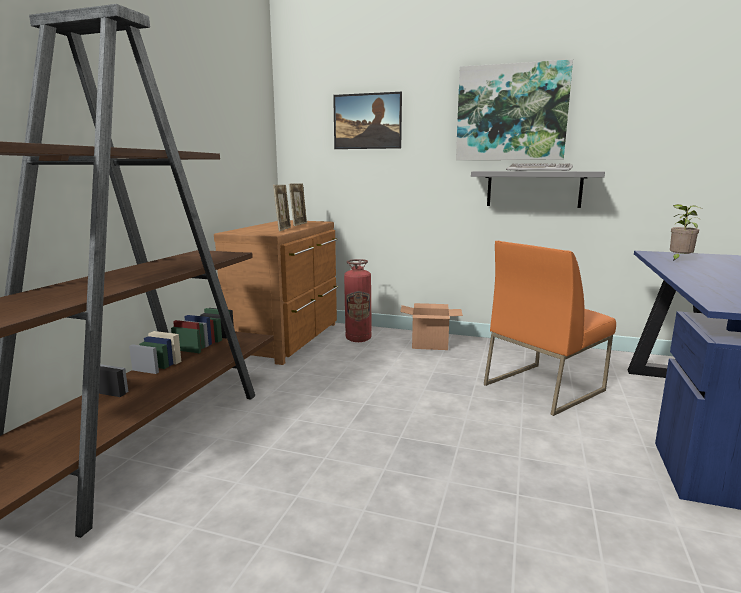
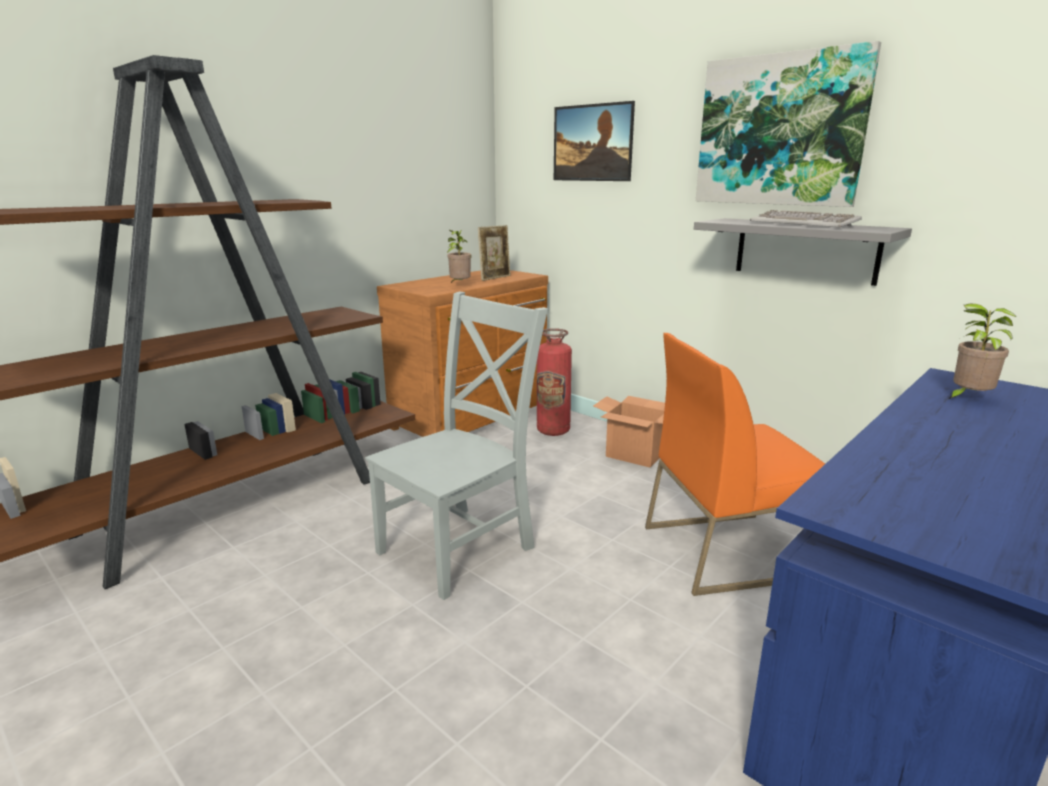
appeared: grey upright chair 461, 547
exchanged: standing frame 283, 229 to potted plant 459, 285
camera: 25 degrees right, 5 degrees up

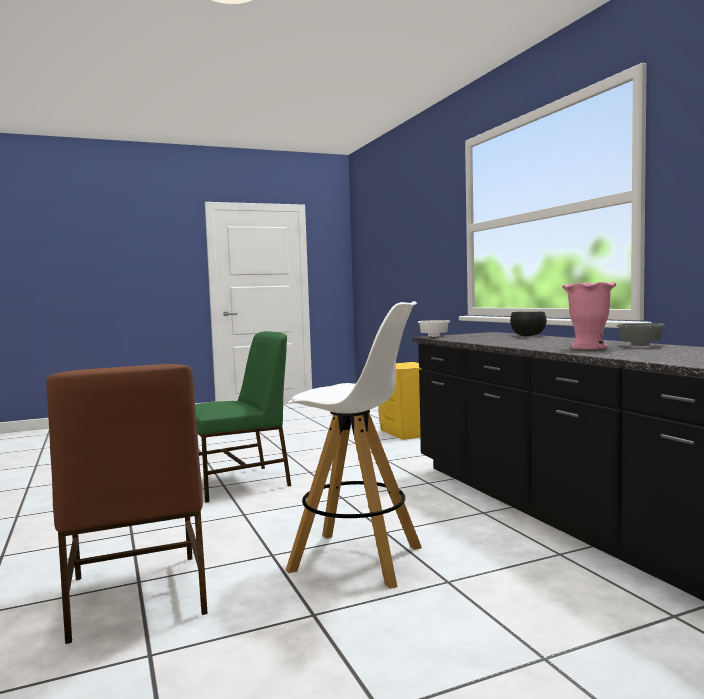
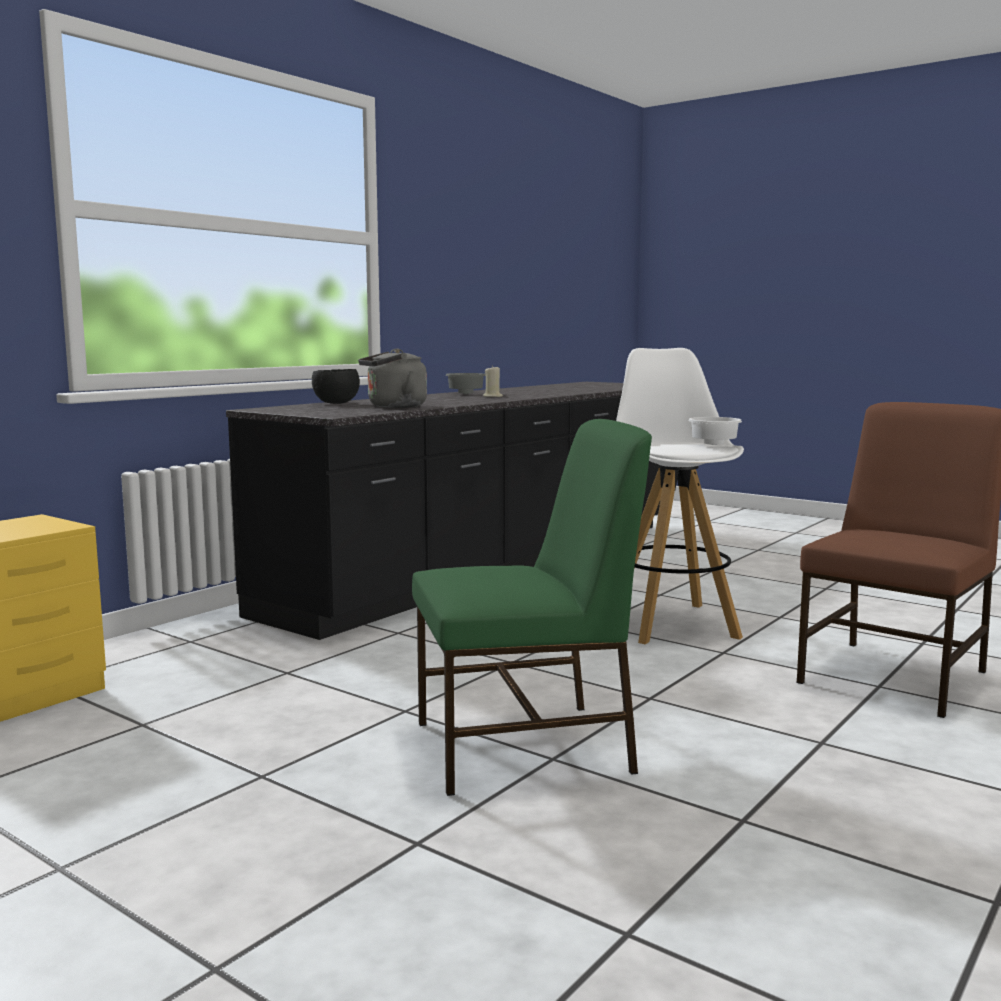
appeared: grey tea kettle 393, 406
relocated: white-coloured deep dish 433, 336 to 714, 444
exchanged: pink decorative vase 588, 347 to sand-coloured candle 493, 396
spun: green-coloured upright chair 240, 483 = 527, 747 135 degrees clockwise
camera: 120 degrees left, 5 degrees up

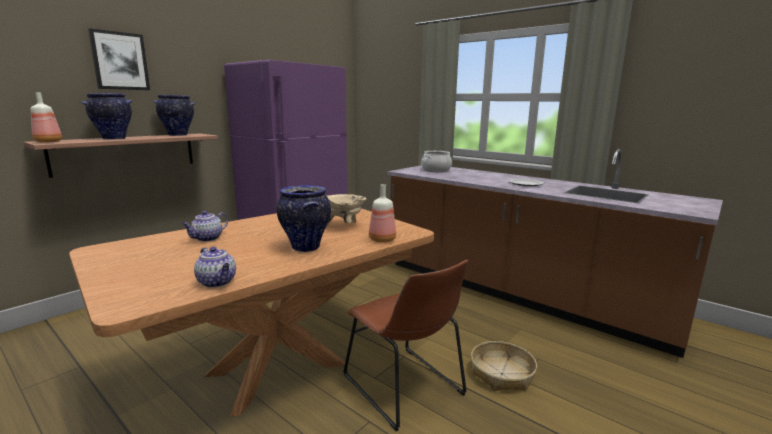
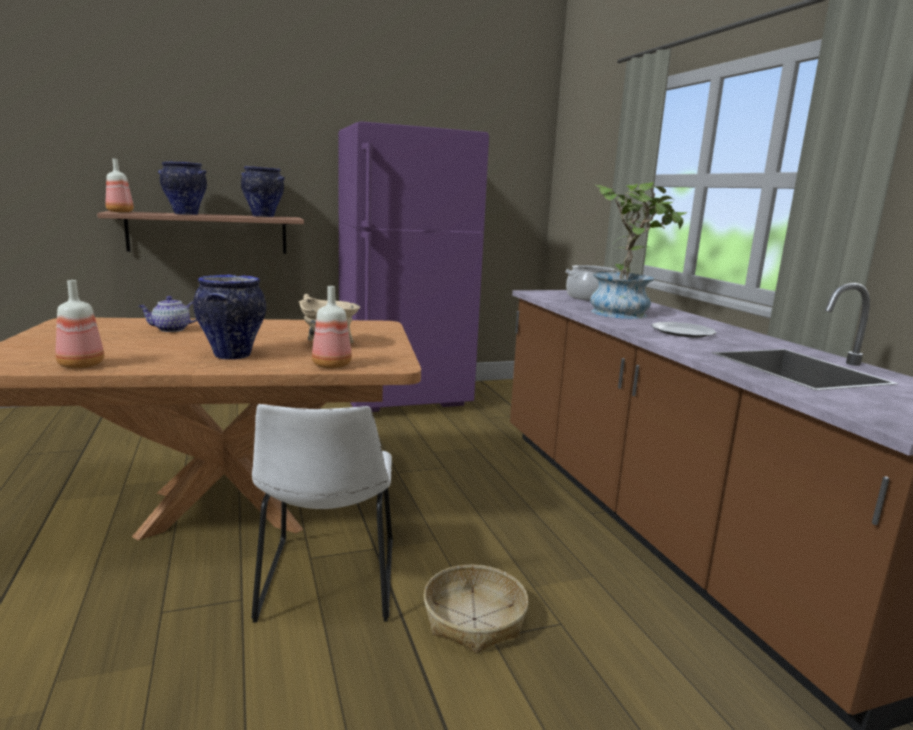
missing: picture 120, 61
appeared: potted plant 625, 312
exchanged: tea pot 217, 282 to beverage bottle 82, 365
colour: brown-coloured upright chair 406, 388 to white-coloured upright chair 328, 583
camera: 30 degrees right, 0 degrees up

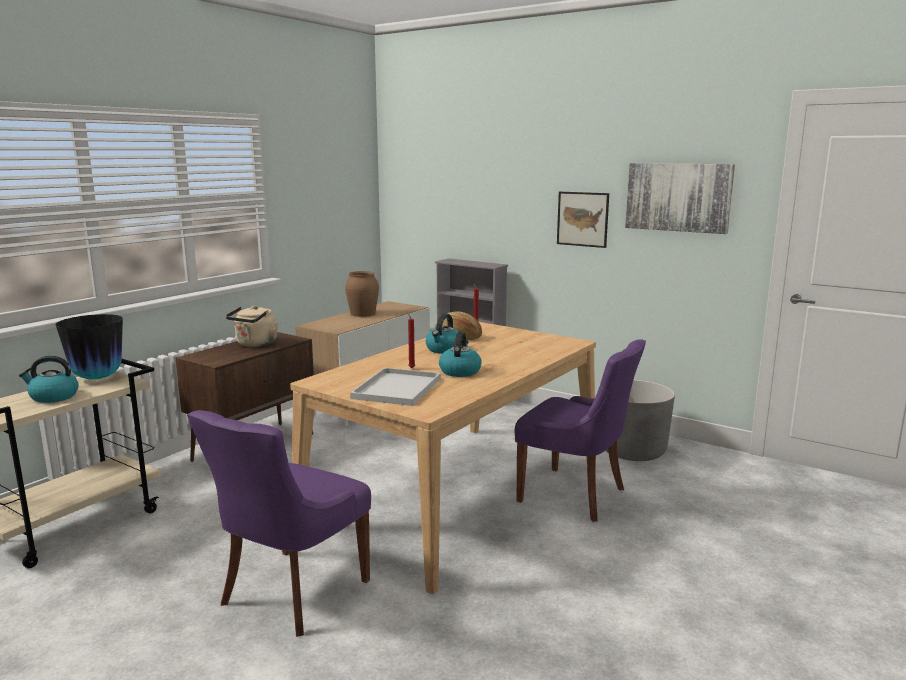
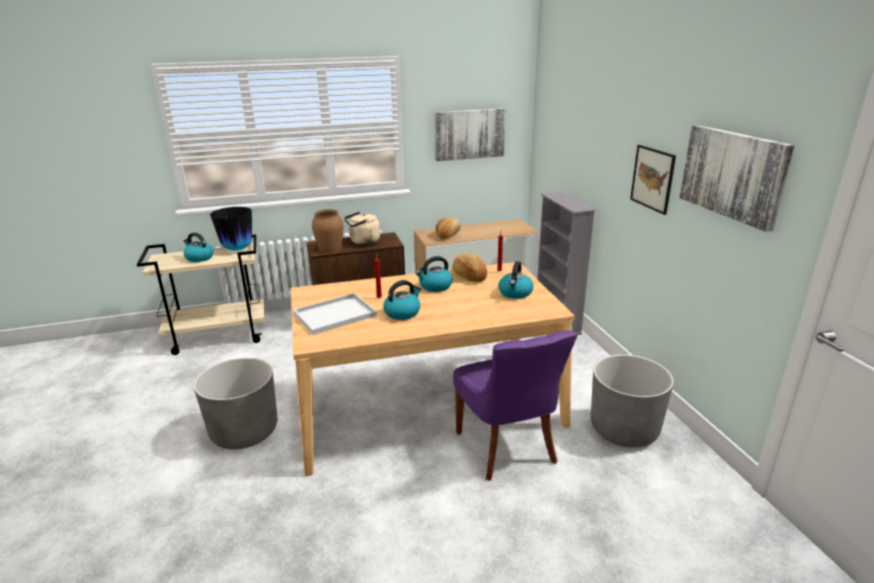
appeared: picture 469, 134; baked bread 448, 235; tea kettle 515, 293
relocated: brown-coloured decorative vase 362, 314 to 329, 249
exchanged: purplish upright chair 291, 593 to grey planter 244, 431
camera: 40 degrees right, 10 degrees up

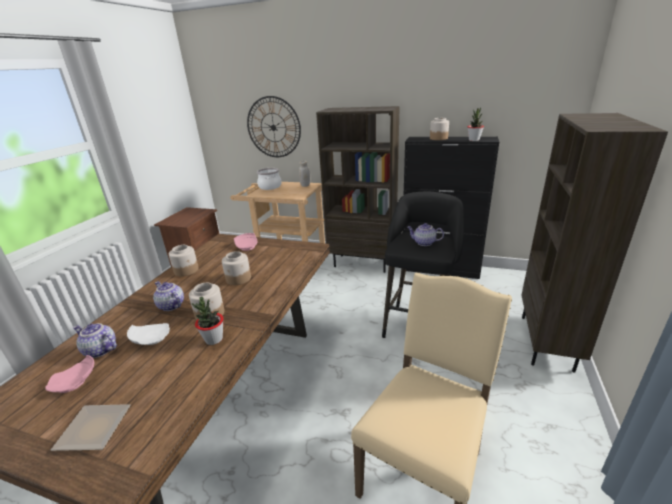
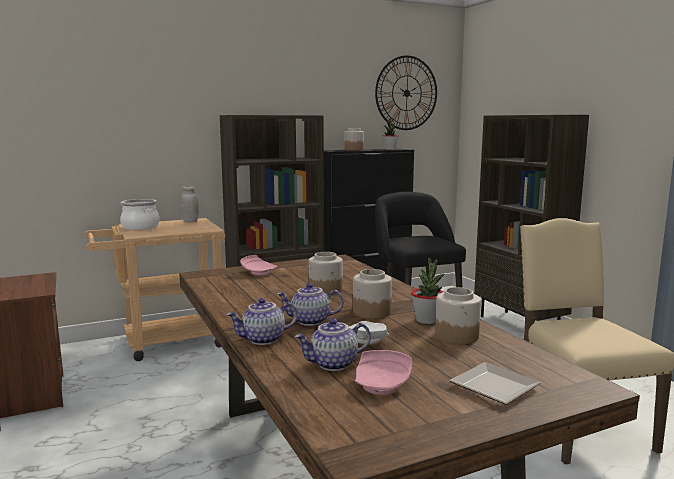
relocated: storage jar 186, 270 to 457, 336; hanging clock 273, 127 to 406, 93; tea pot 424, 243 to 263, 340
camera: 45 degrees left, 15 degrees down

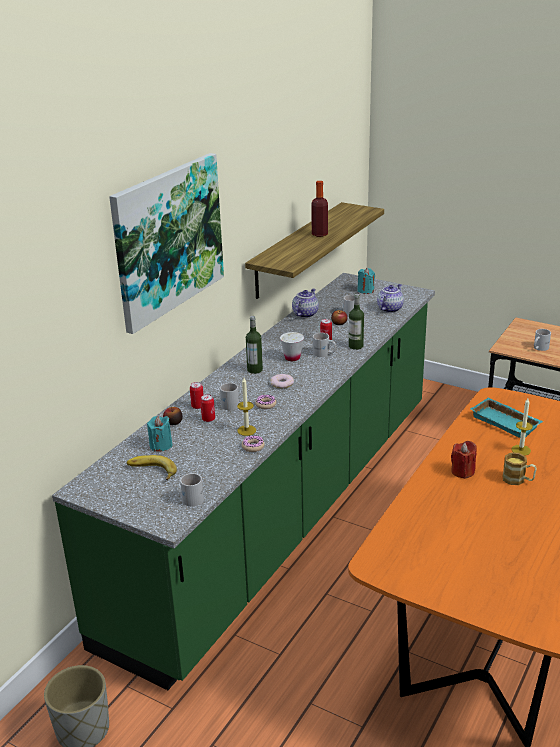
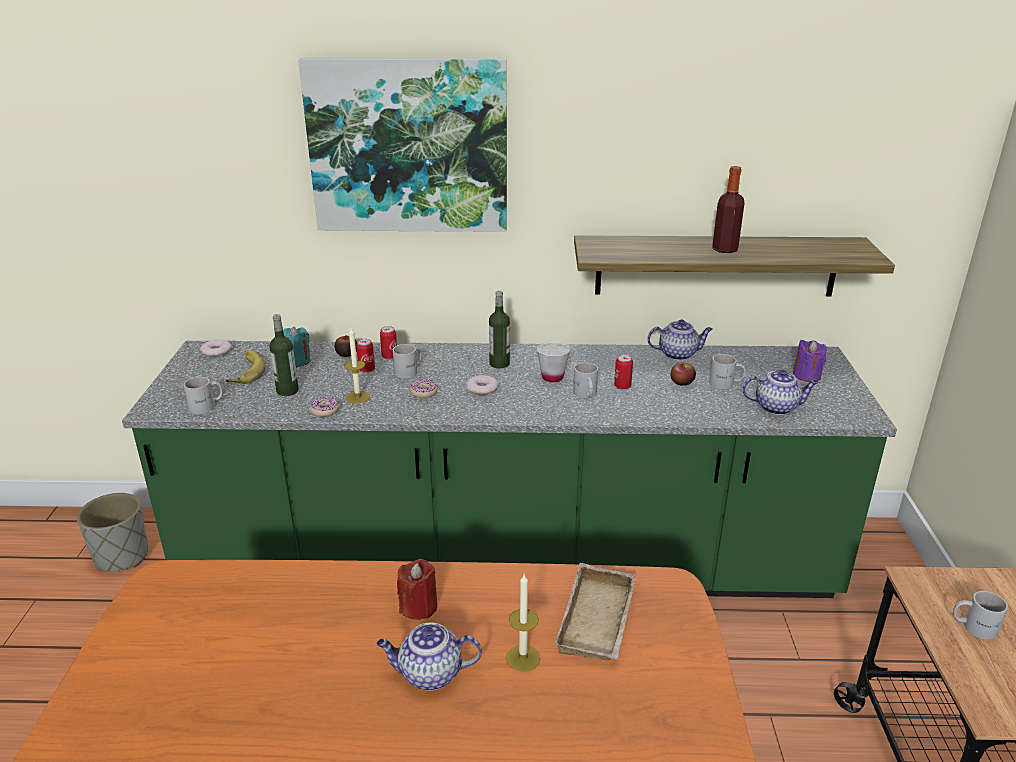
appeared: donut 216, 351
relocated: beverage bottle 356, 346 to 287, 391
exchanged: coffee mug 518, 480 to tea pot 429, 674
colour: turquoise candle 365, 290 to purplish candle 806, 375; turquoise serving tray 507, 422 to sand-coloured serving tray 599, 621
camera: 60 degrees right, 0 degrees up

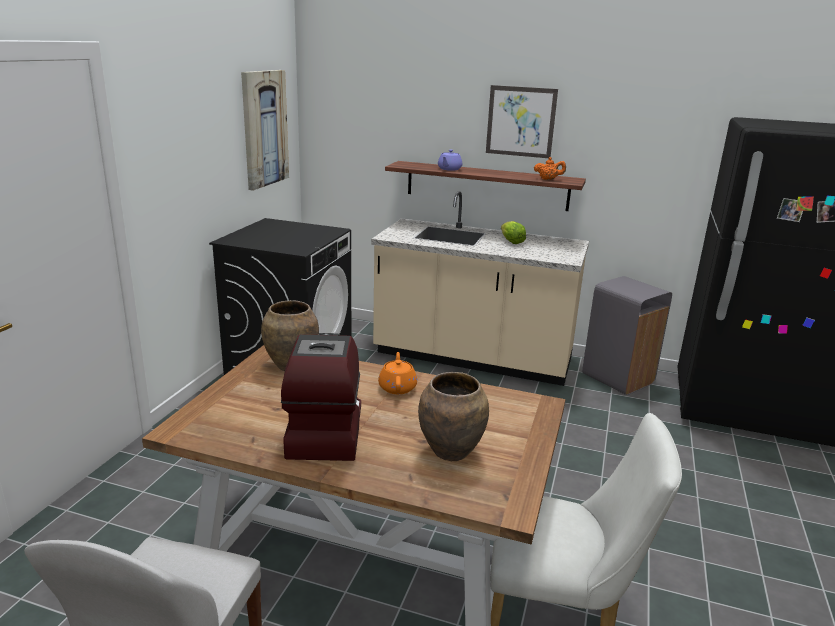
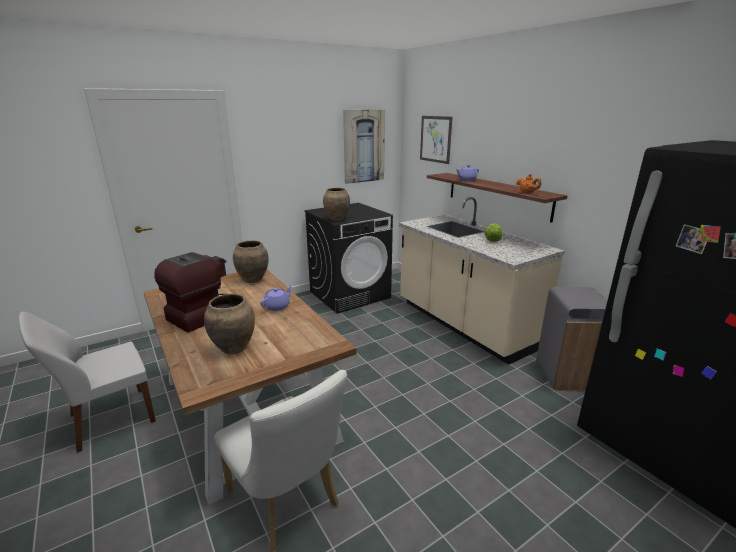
appeared: brown-coloured decorative vase 336, 219
relocated: picture 520, 121 to 435, 139
colour: orange-coloured tea pot 397, 387 to purplish tea pot 277, 306
camera: 40 degrees right, 0 degrees up

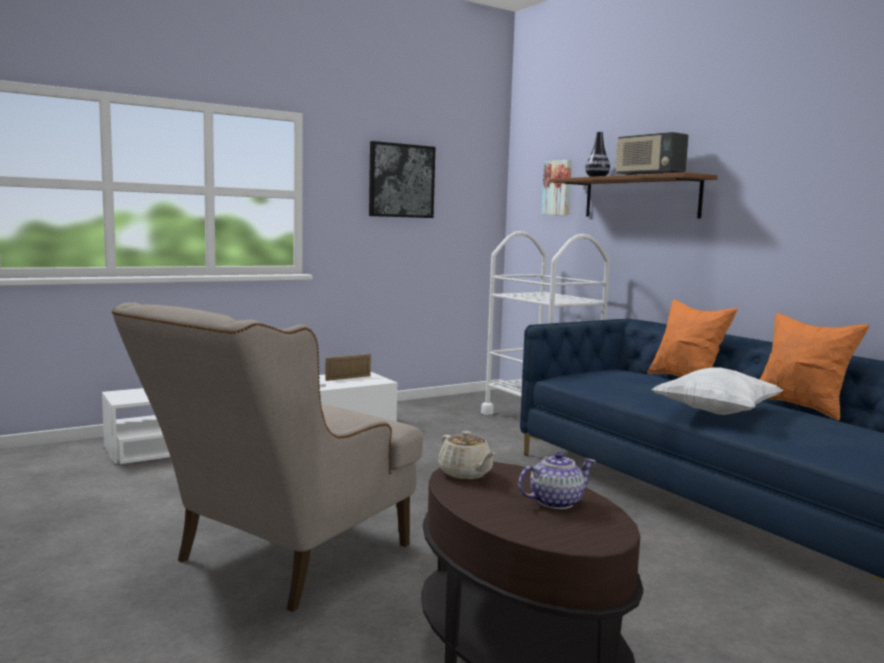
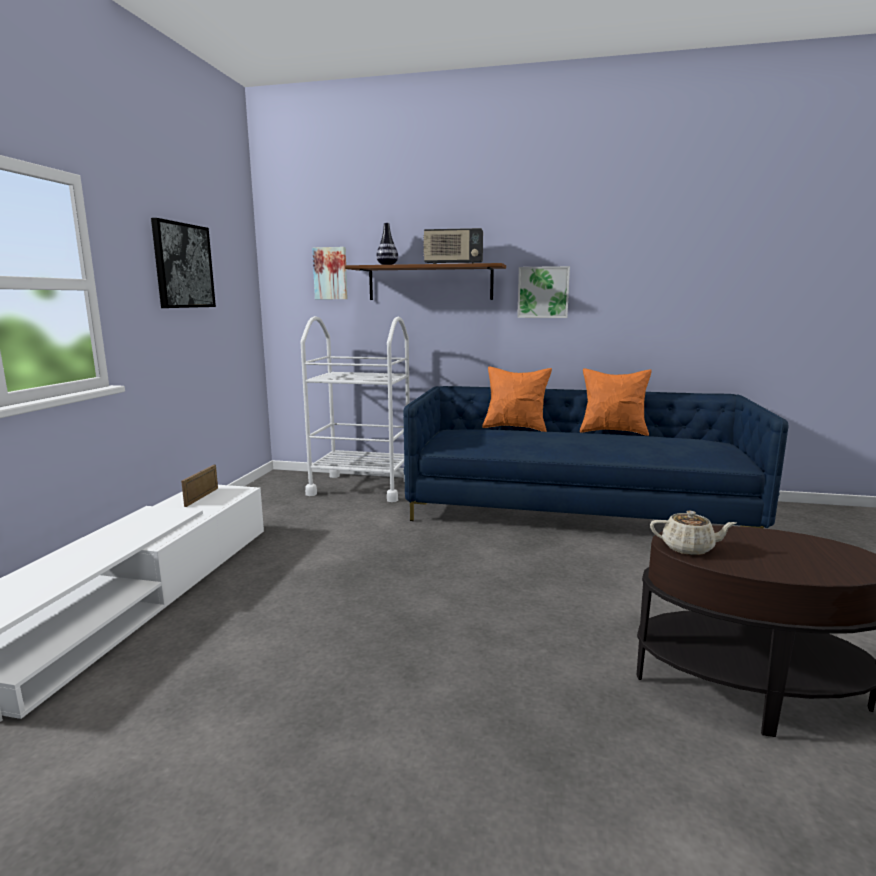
missing: sand-coloured armchair 278, 561; tea pot 555, 502; white-coloured cushion 715, 412
appeared: picture 543, 292
camera: 45 degrees left, 5 degrees up

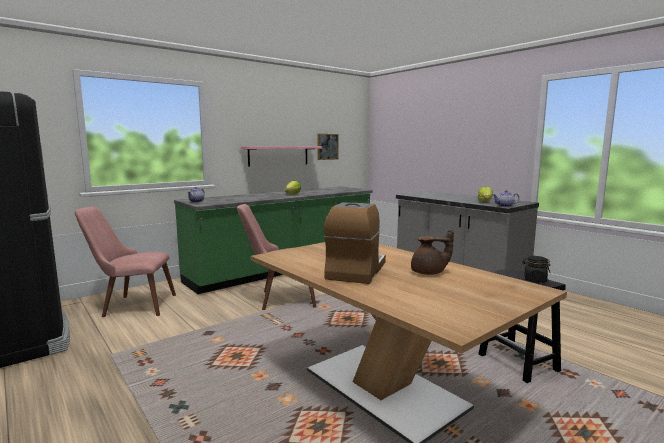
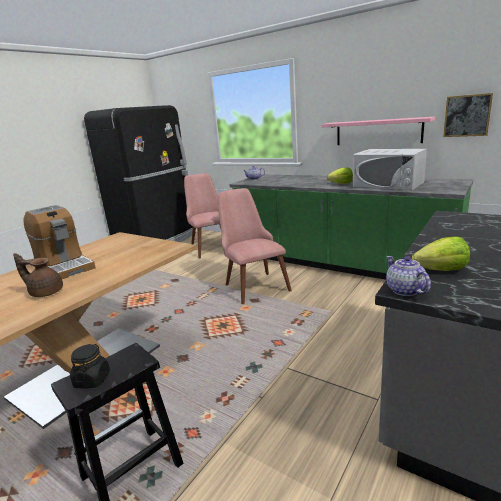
appeared: white-coloured microwave 388, 184
spun: coffee brewer 356, 271 = 64, 266 45 degrees clockwise; brown-coloured tea pot 429, 273 = 46, 292 120 degrees clockwise
camera: 75 degrees right, 10 degrees up

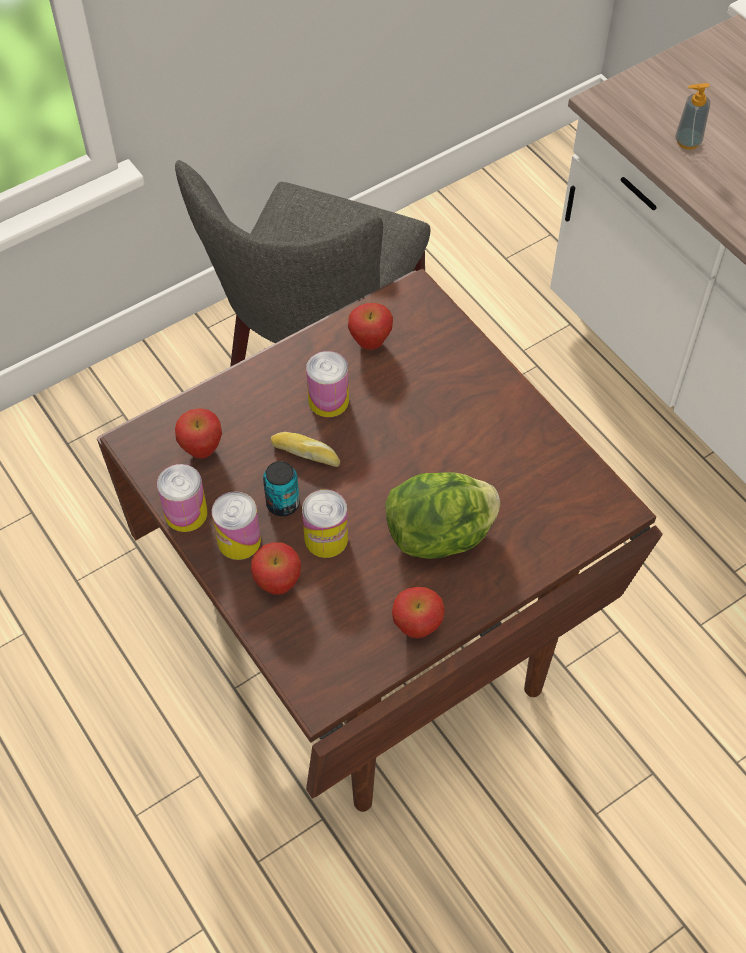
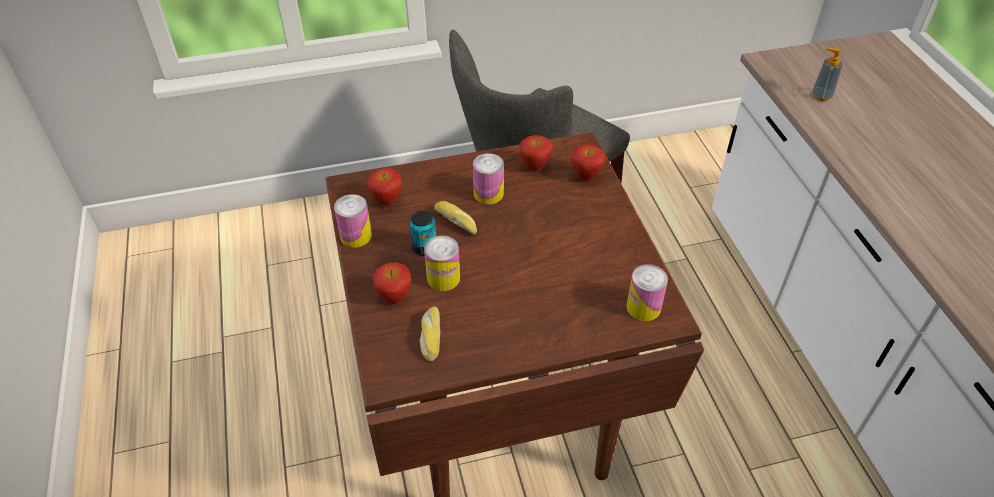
missing: lettuce head 440, 535
appeared: baked bread 430, 337
relocated: metal can 239, 540 to 643, 307; apple 417, 628 to 586, 176
camera: 20 degrees right, 10 degrees down

